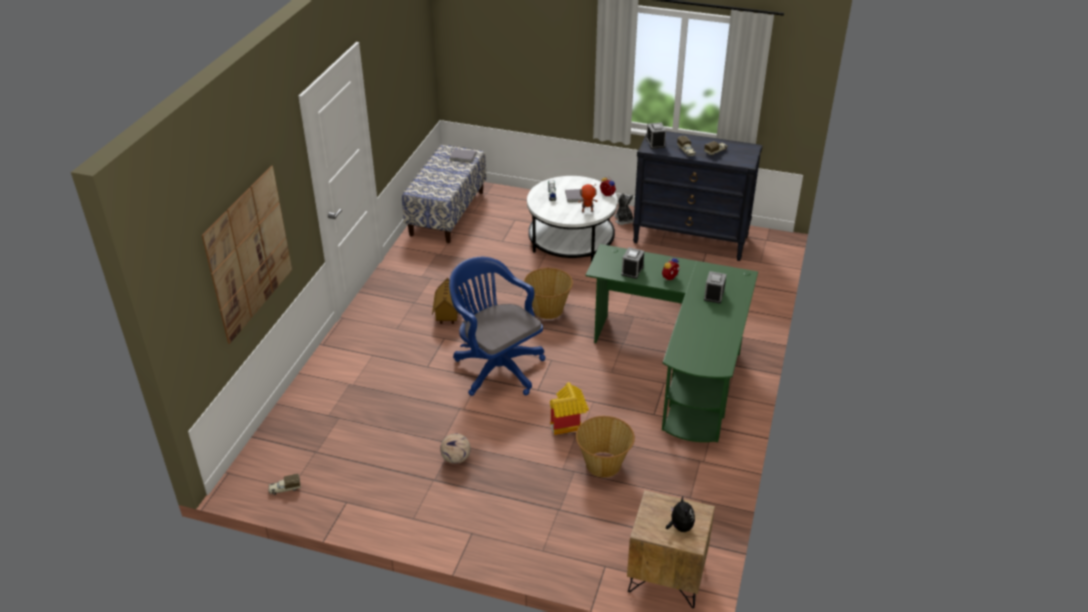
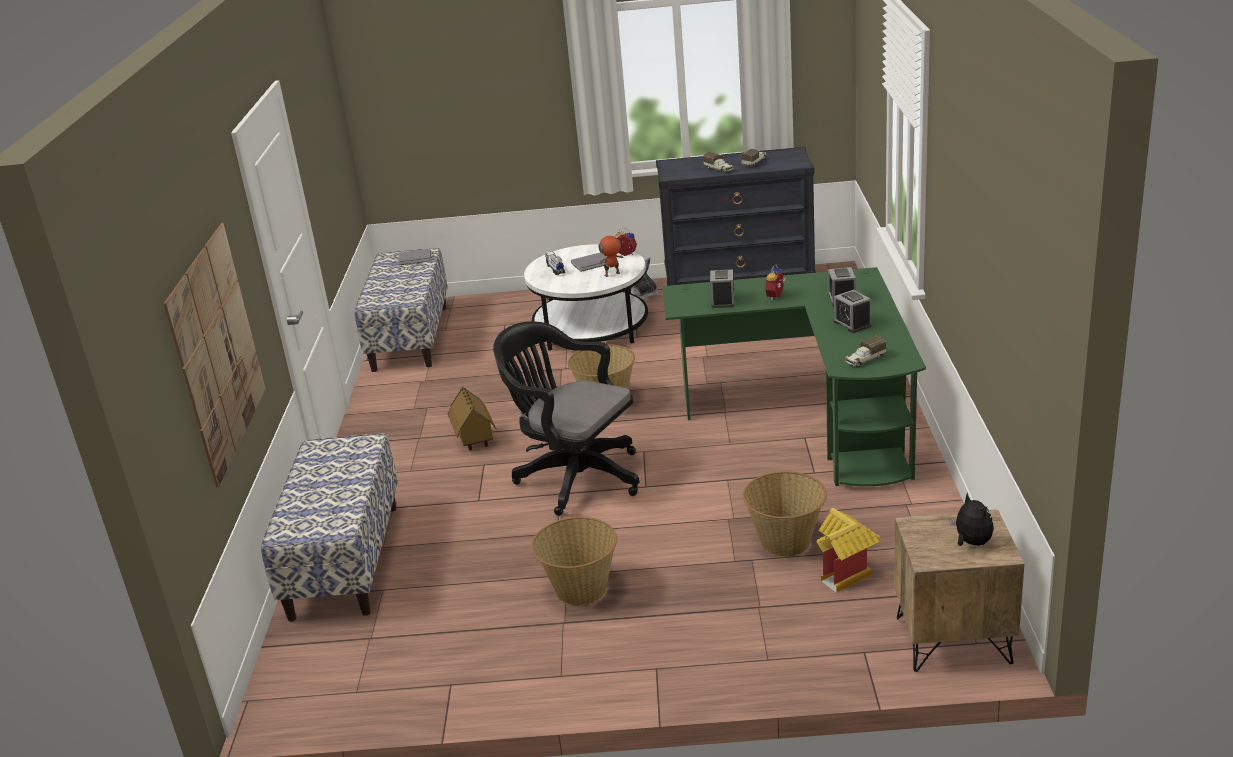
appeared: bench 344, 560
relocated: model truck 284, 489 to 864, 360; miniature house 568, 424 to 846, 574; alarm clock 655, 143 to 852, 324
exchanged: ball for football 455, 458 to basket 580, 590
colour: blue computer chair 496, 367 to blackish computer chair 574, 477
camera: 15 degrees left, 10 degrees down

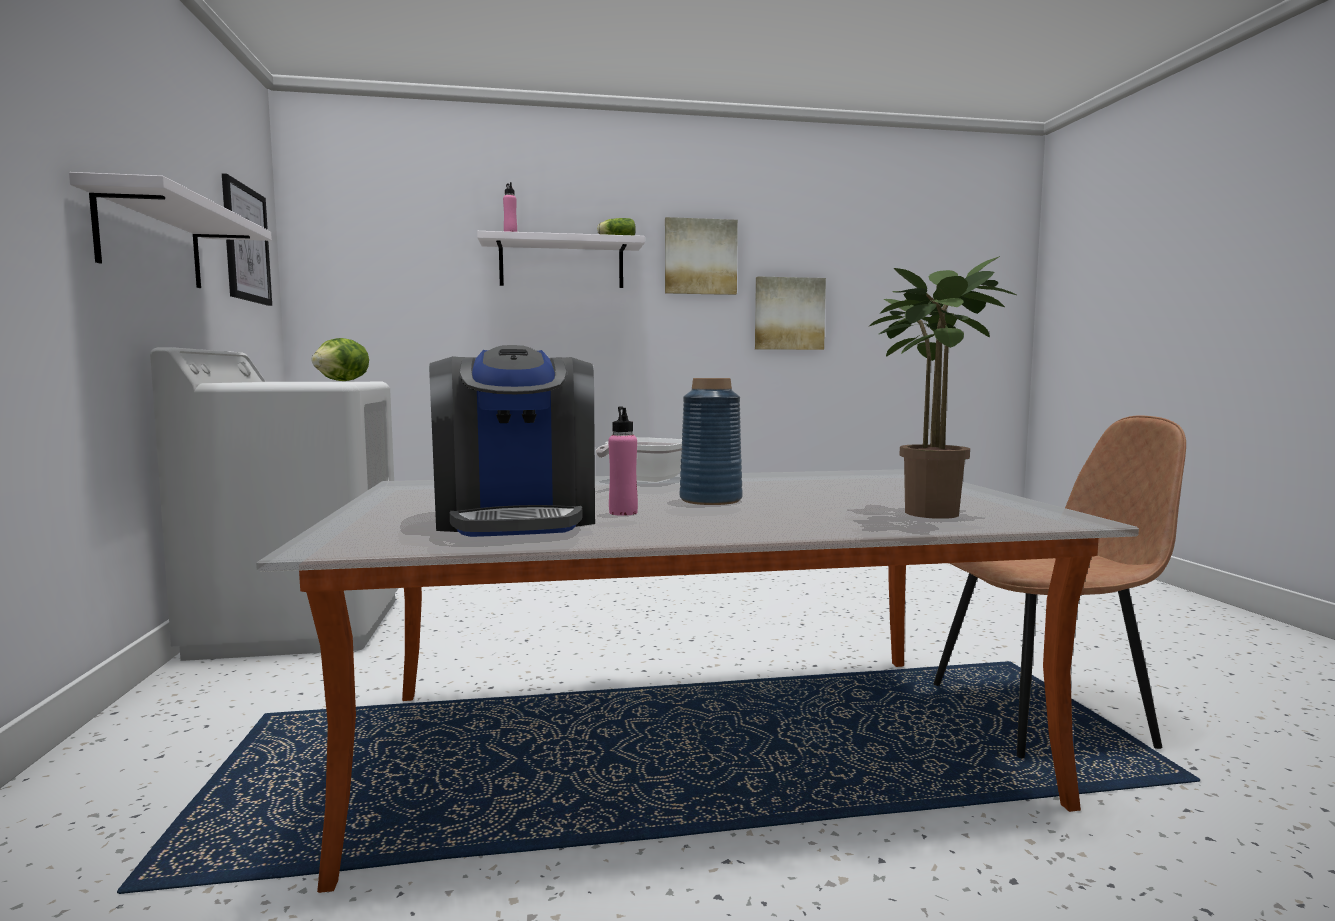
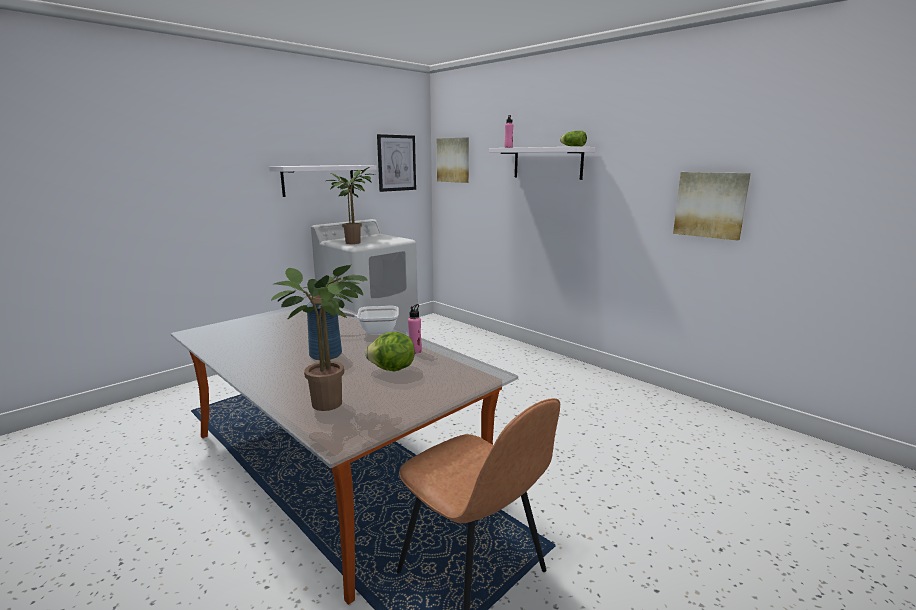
missing: coffee brewer 517, 519
appeared: potted plant 354, 242
relocated: lettuce head 343, 381 to 392, 369; pink beverage bottle 623, 512 to 415, 351; picture 700, 257 to 453, 160
camera: 55 degrees right, 10 degrees up

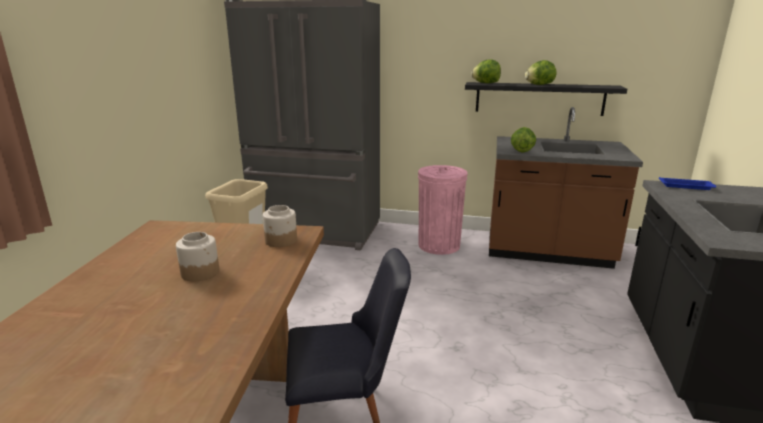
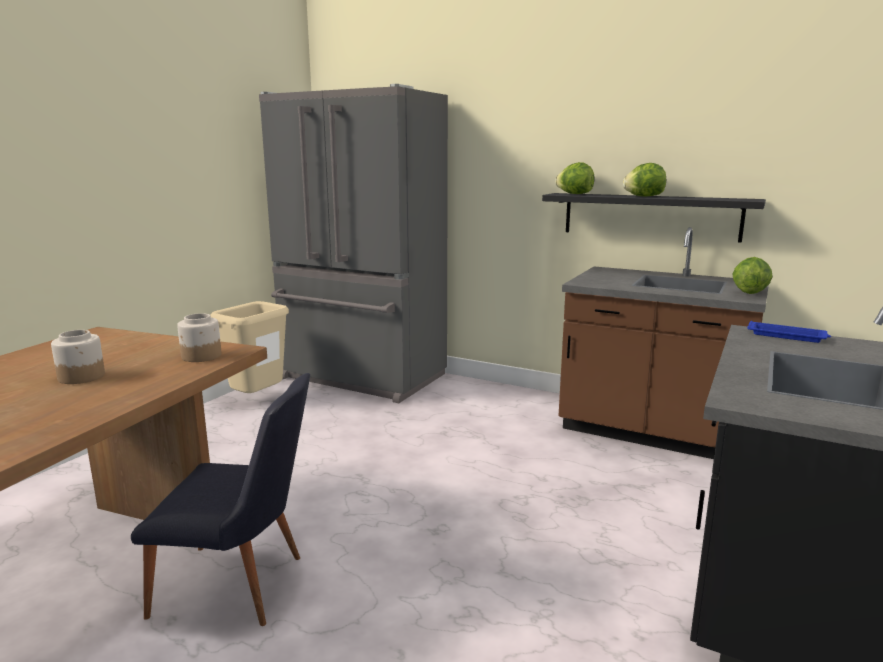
missing: pink waste bin 439, 245
relocated: lettuce head 521, 151 to 749, 293
camera: 15 degrees right, 5 degrees down

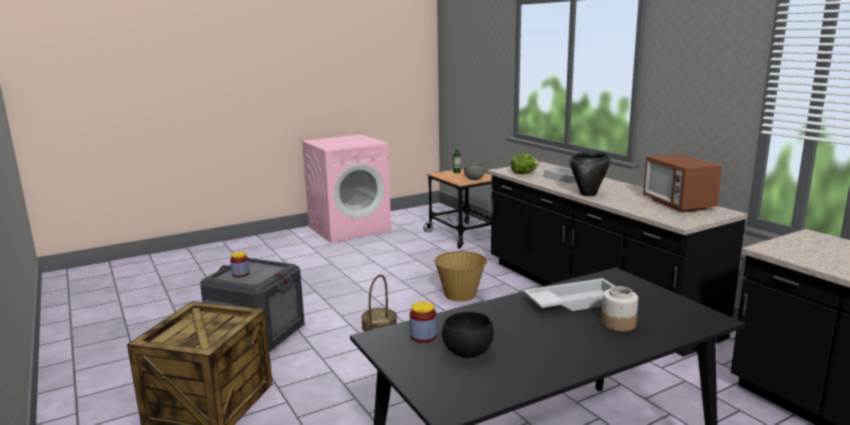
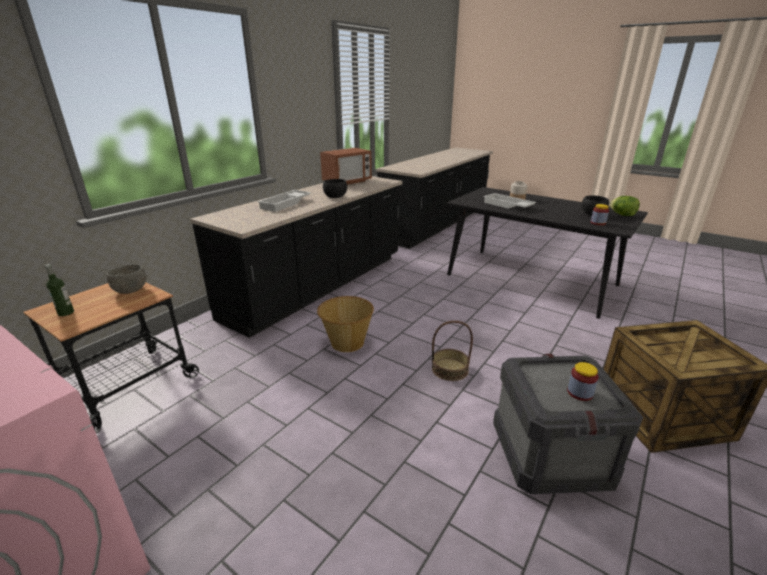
relocated: lettuce head 523, 173 to 622, 215
exchanged: blackish cooking pot 588, 194 to blackish deep dish 335, 197
camera: 115 degrees left, 10 degrees up

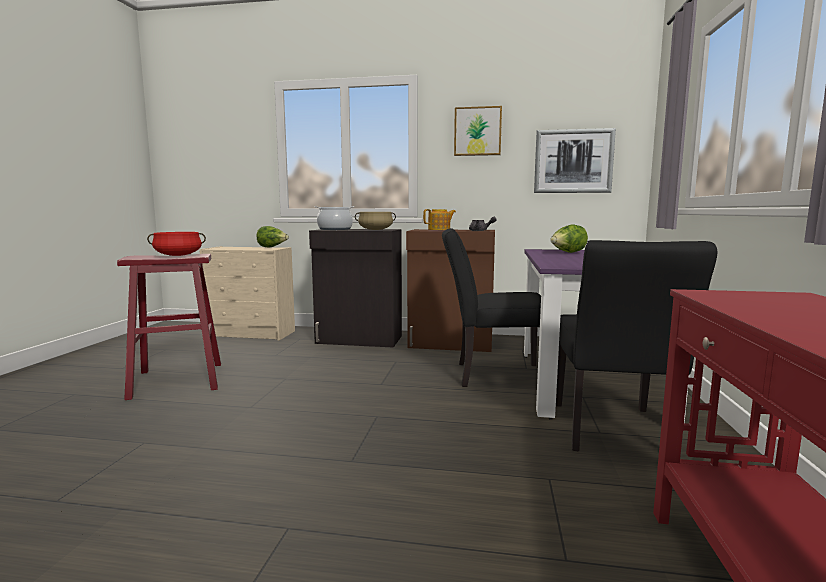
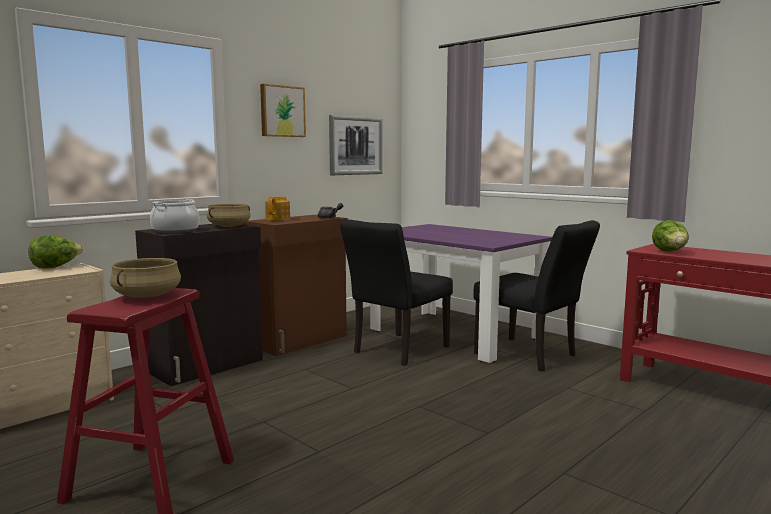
relocated: lettuce head 567, 252 to 670, 252
colour: red cooking pot 178, 255 to sand-coloured cooking pot 146, 296
camera: 55 degrees left, 0 degrees up

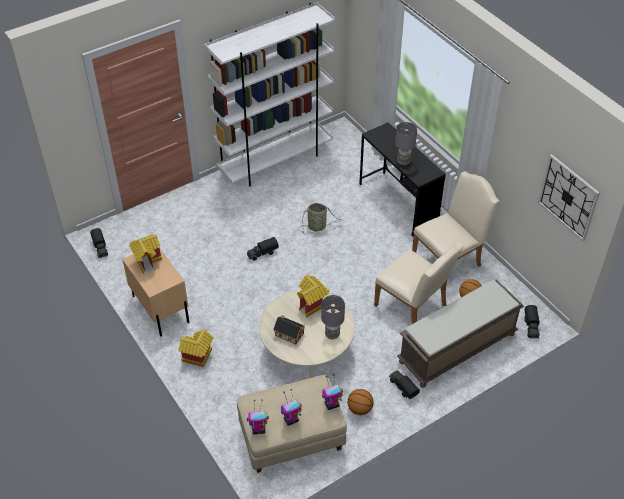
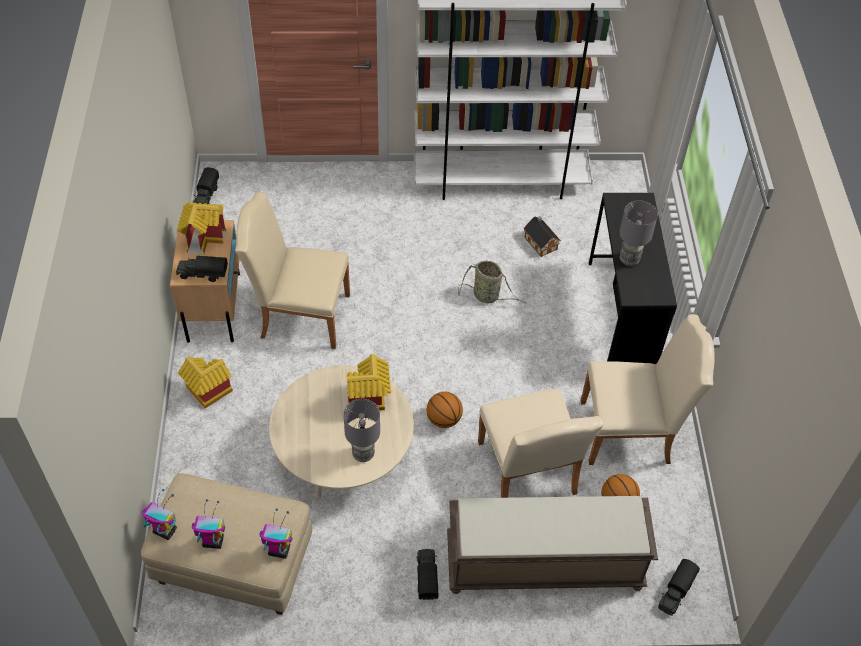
missing: hanging clock 568, 197
appeared: sand-coloured upright chair 299, 314
relocated: model truck 262, 253 to 202, 274; miniature house 288, 333 to 540, 242; ball for basketball 360, 409 to 444, 419
camera: 30 degrees right, 5 degrees up

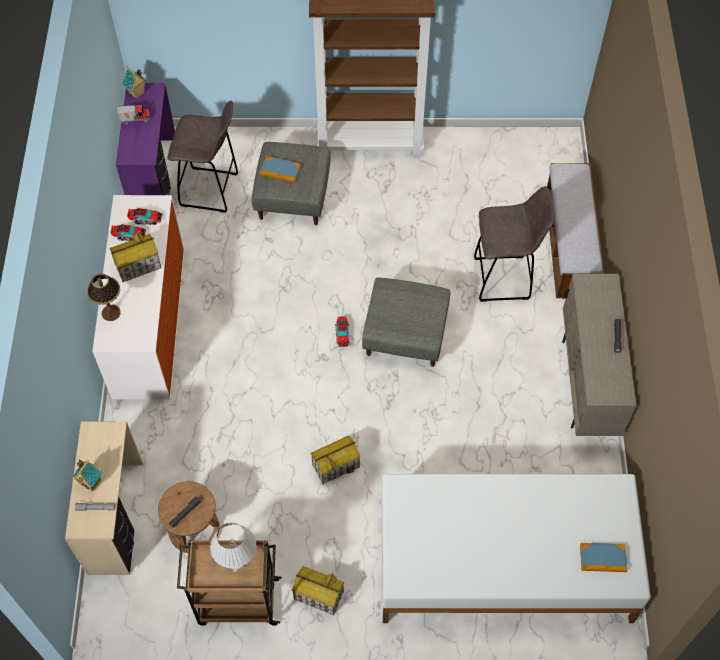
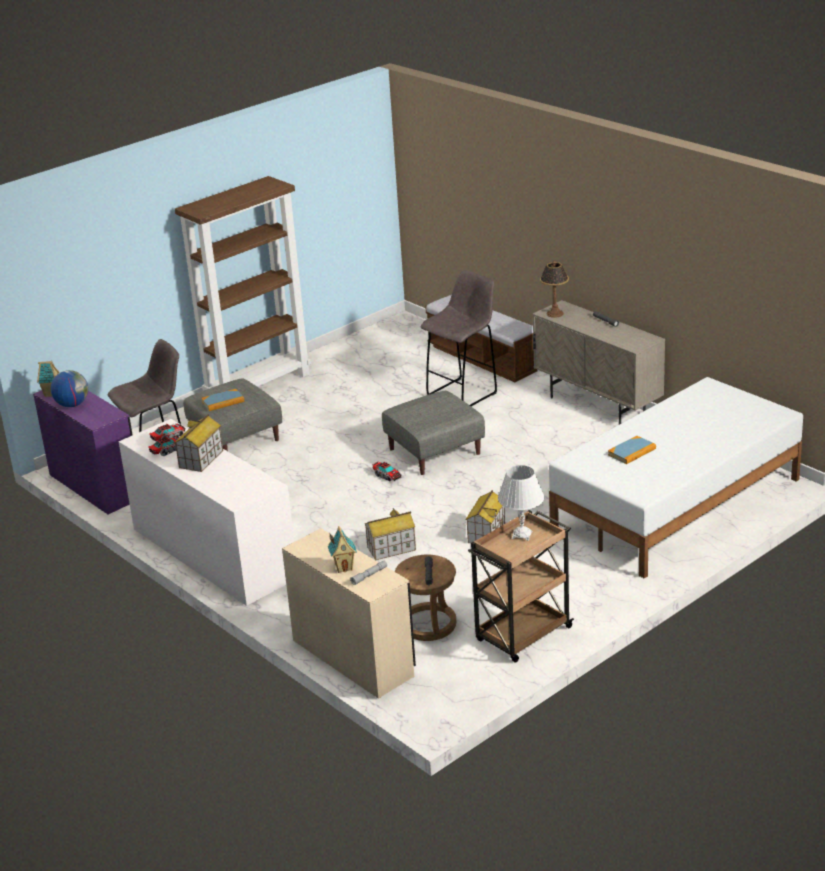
relocated: table lamp 111, 312 to 554, 313; miniature house 318, 595 to 391, 549; bound book 602, 558 to 632, 452
exchanged: model truck 135, 119 to globe 72, 404
camera: 40 degrees left, 30 degrees down

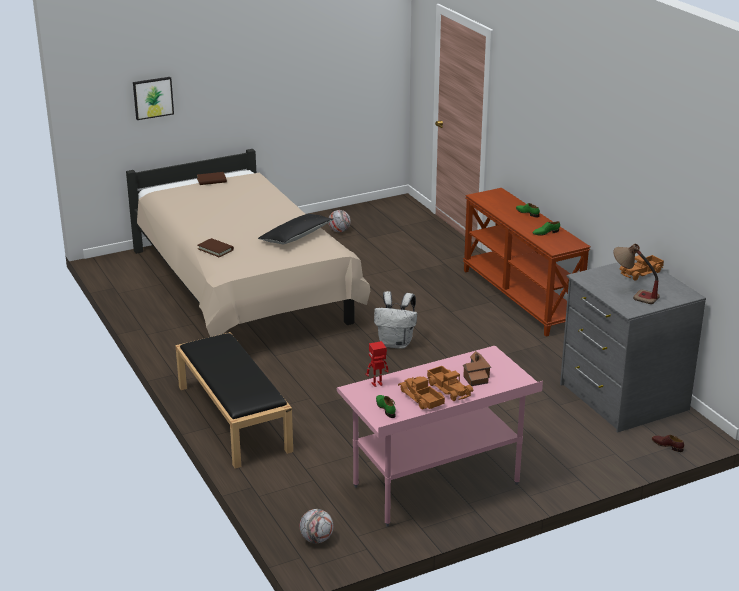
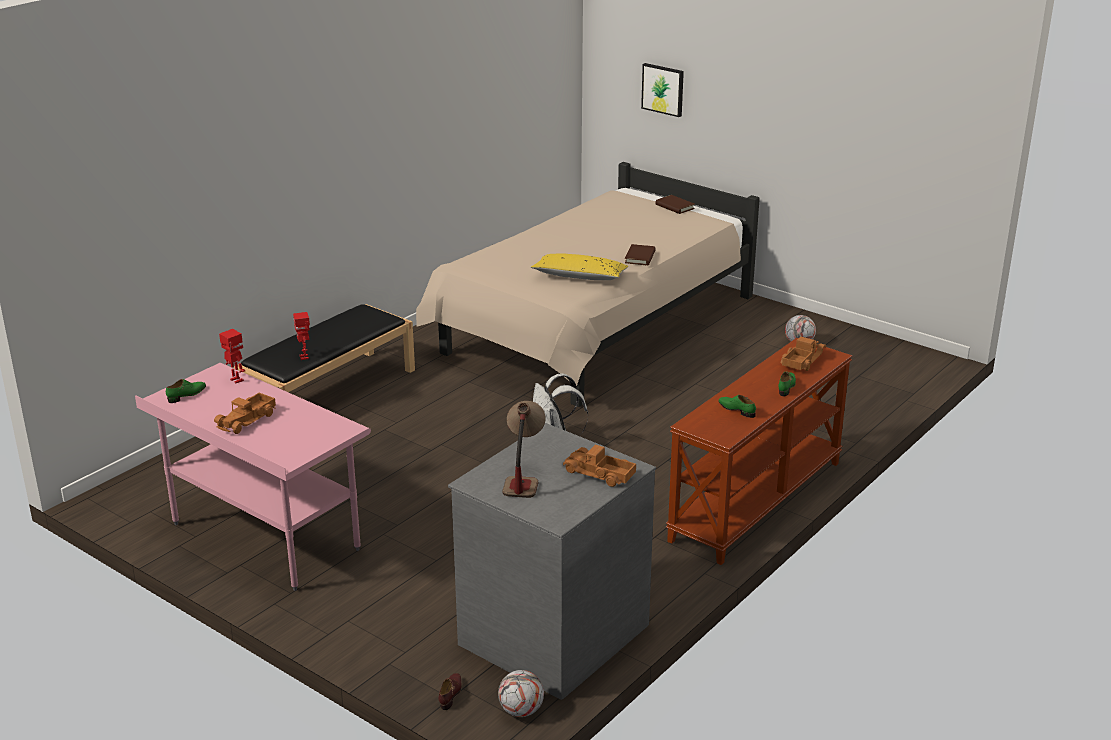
missing: miniature house 476, 376
appeared: model robot 304, 357
relocated: brown-coloured bound book 215, 249 to 640, 257; ball for football 316, 539 to 521, 711; model truck 421, 398 to 801, 360
colour: blackish cushion 296, 236 to yellowish cushion 579, 277
camera: 65 degrees right, 0 degrees up

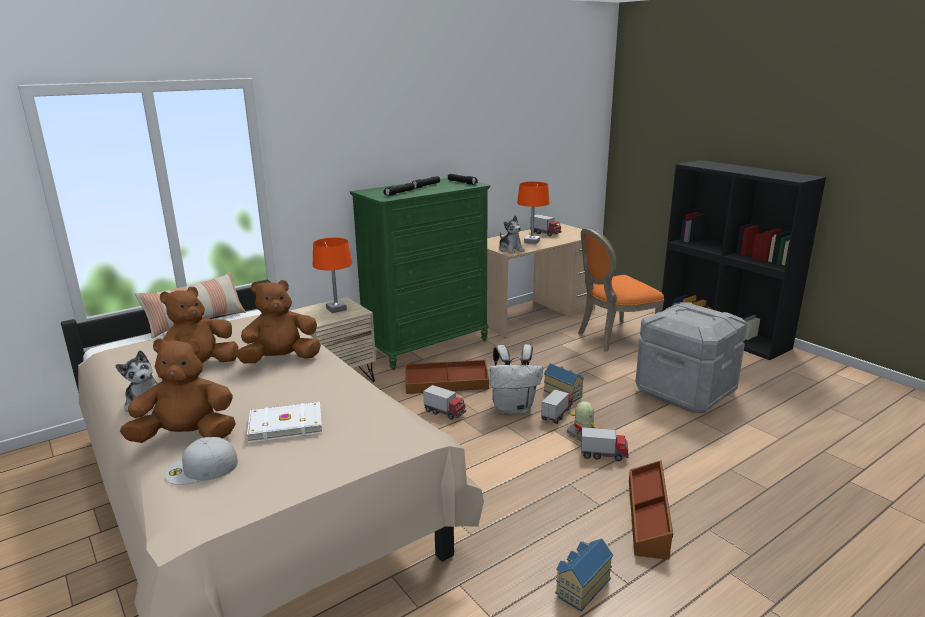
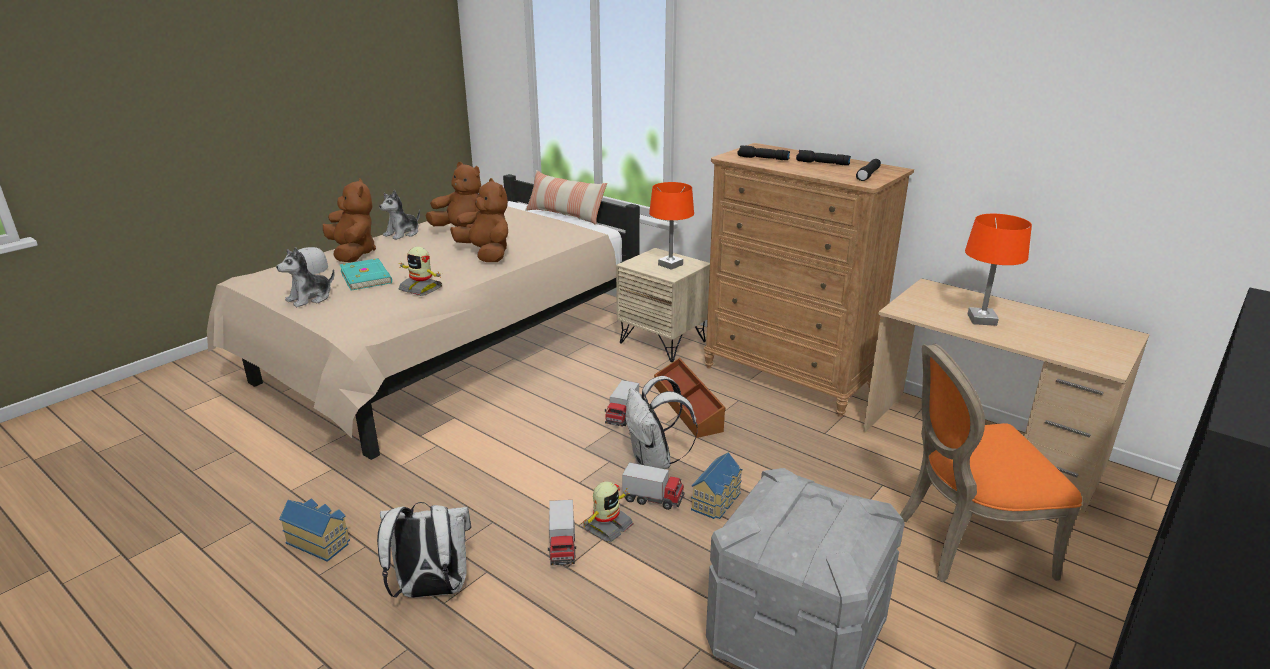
missing: model truck 545, 233
appeared: model robot 421, 288
relocated: cuddly toy 510, 250 to 310, 298
exchanged: brown-coloured storage box 649, 517 to white-coloured backpack 431, 591
colour: white-coloured bound book 285, 424 to turquoise bound book 367, 277; green-coloured chest of drawers 427, 345 to brown-coloured chest of drawers 789, 376
spun: orange-coloured upright chair 613, 337 = 965, 543 60 degrees counterclockwise
camera: 75 degrees right, 5 degrees up

